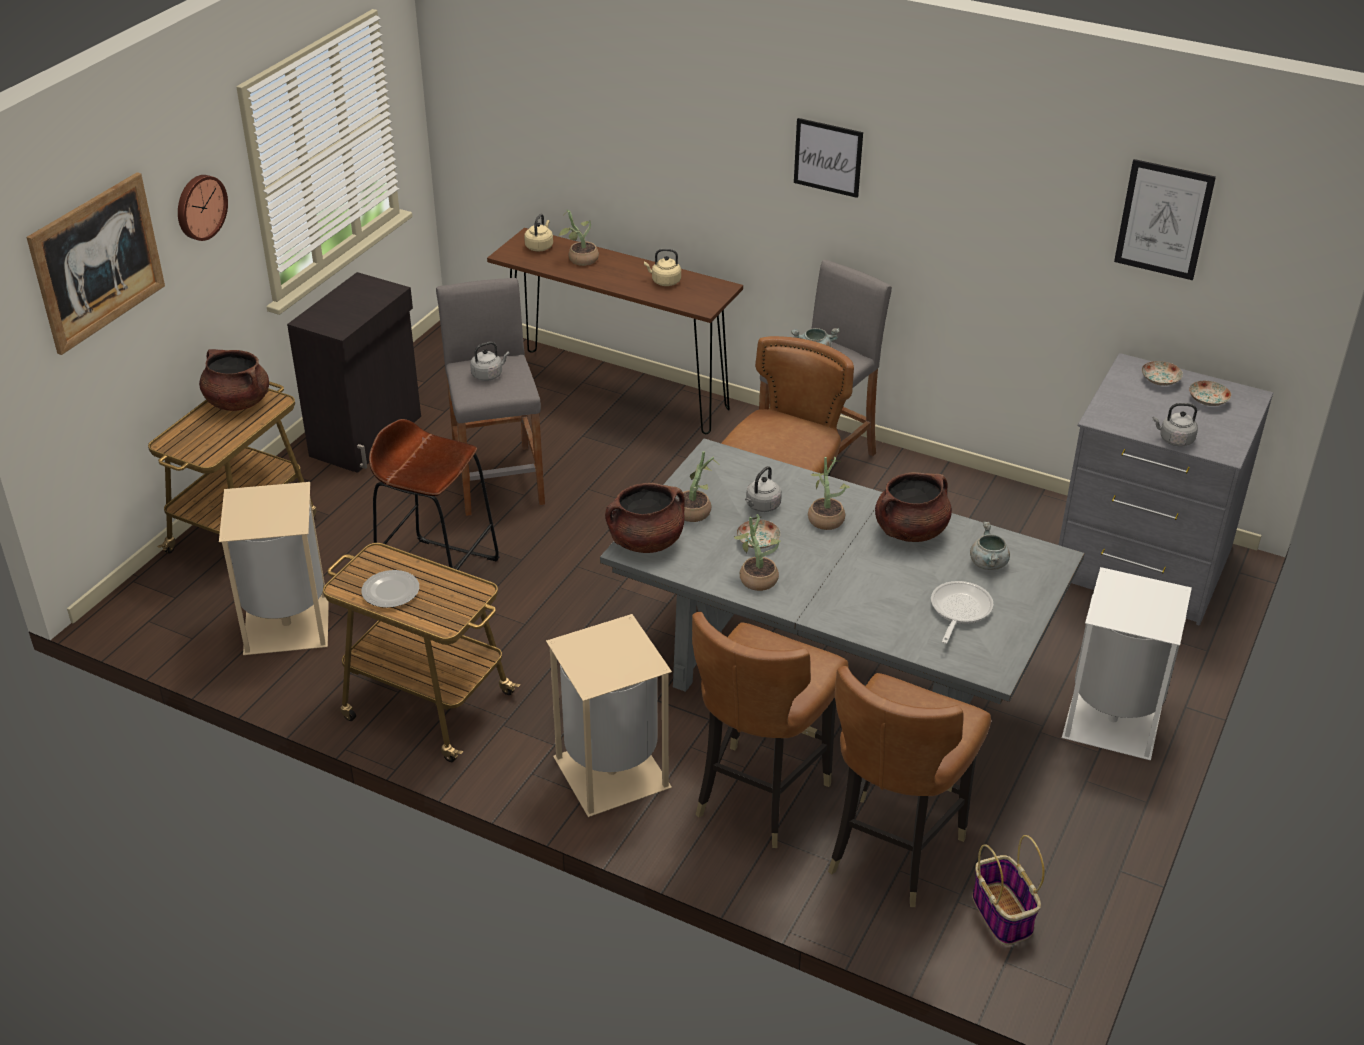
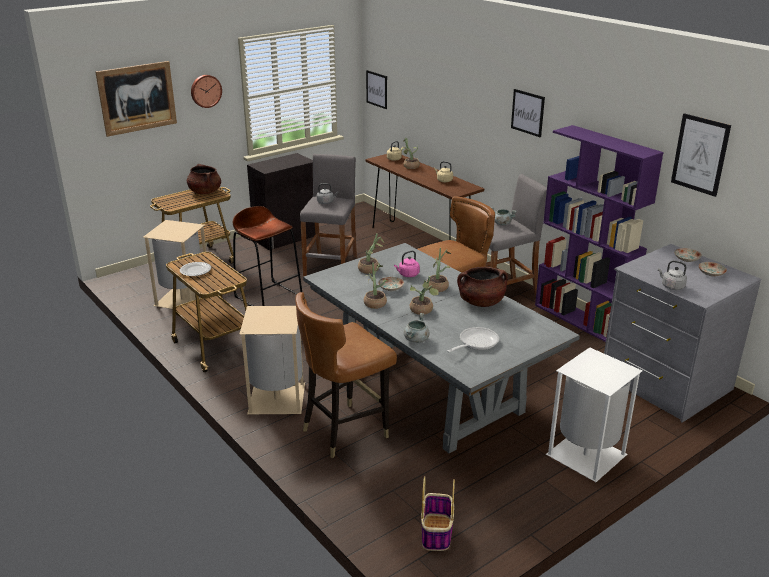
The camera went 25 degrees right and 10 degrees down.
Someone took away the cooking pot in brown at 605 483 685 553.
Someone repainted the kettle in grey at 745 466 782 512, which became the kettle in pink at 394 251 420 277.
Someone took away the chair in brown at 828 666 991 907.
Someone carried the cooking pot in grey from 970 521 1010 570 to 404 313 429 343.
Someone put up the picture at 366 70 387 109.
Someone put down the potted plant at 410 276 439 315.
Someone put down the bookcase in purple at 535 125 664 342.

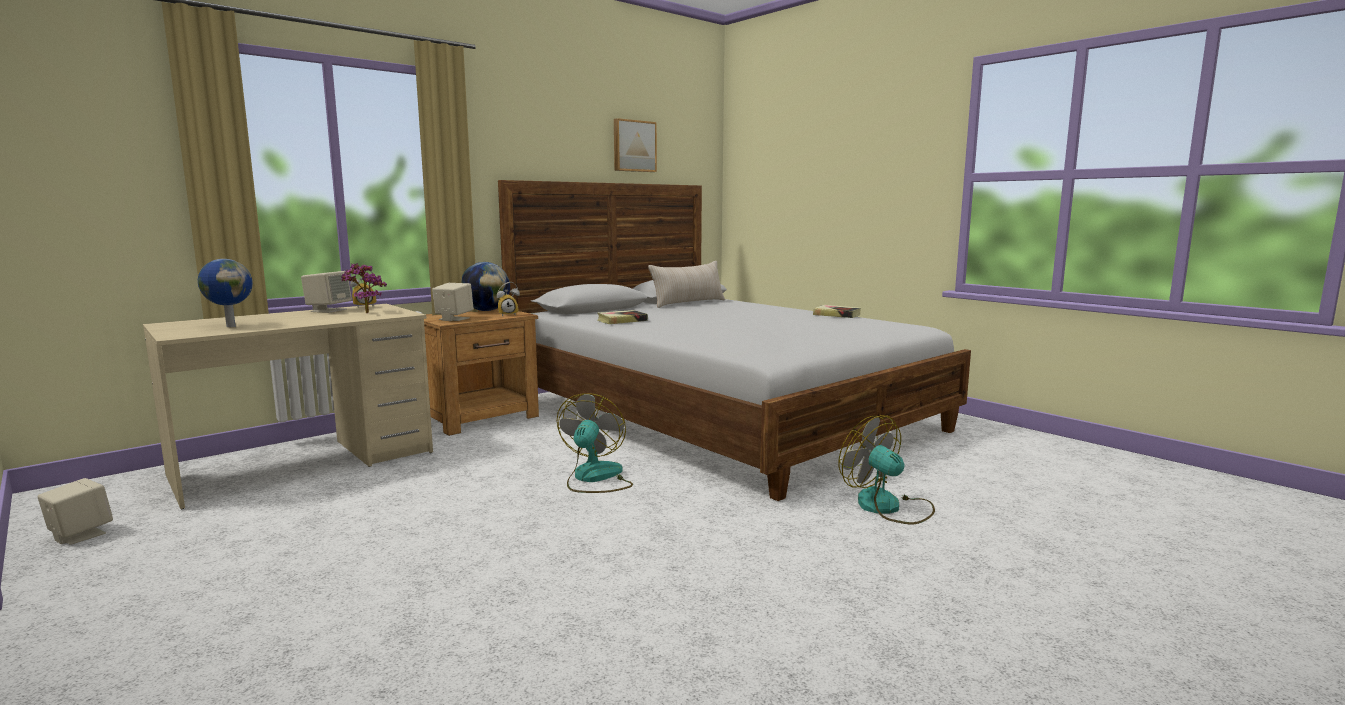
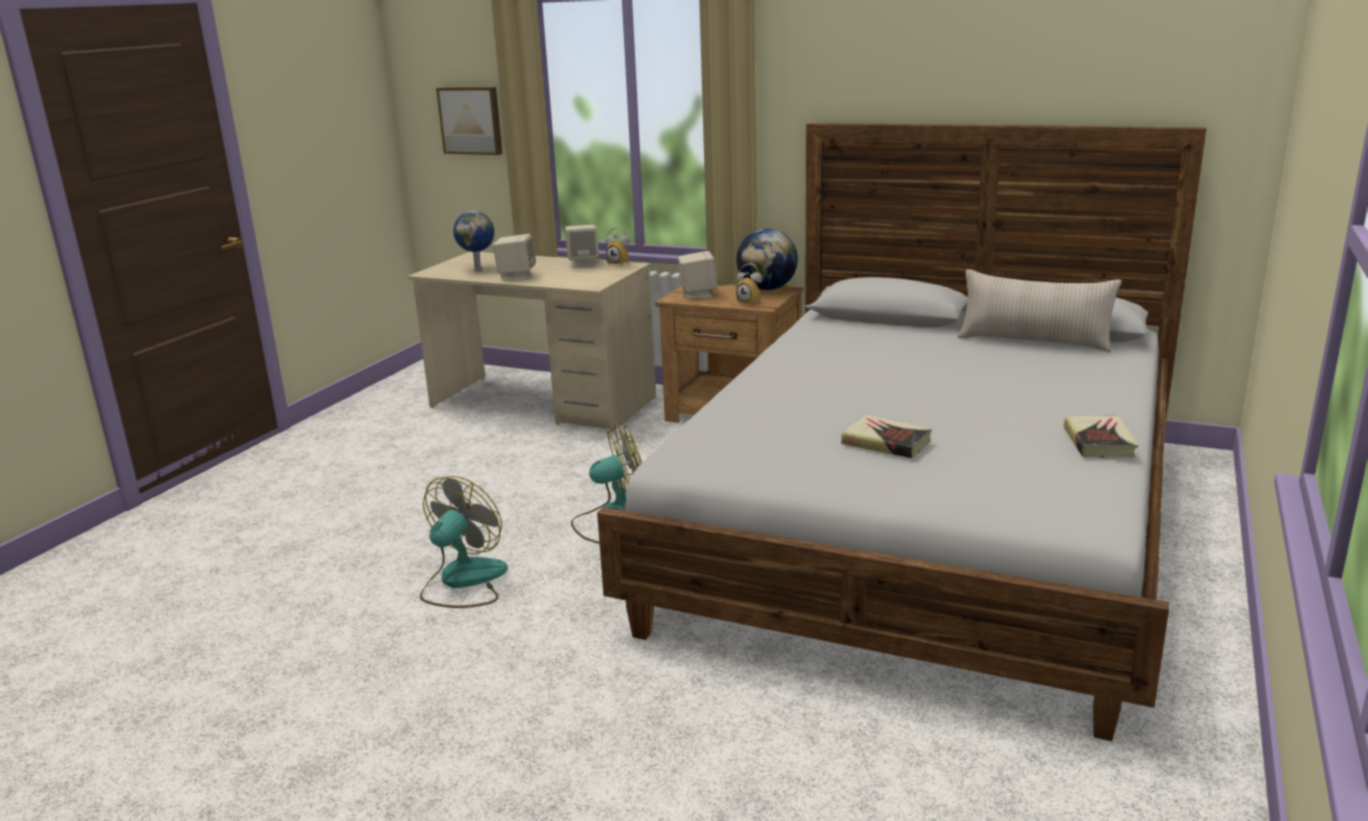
The camera went 65 degrees right and 10 degrees up.
Someone carried the speaker in beige from 37 478 113 545 to 493 234 536 280.
Someone took away the potted plant at 341 263 387 313.
Someone carried the book from 597 310 648 324 to 841 415 932 458.
Someone carried the picture from 614 118 657 172 to 436 87 502 155.
Someone carried the fan from 838 415 935 524 to 420 476 508 608.

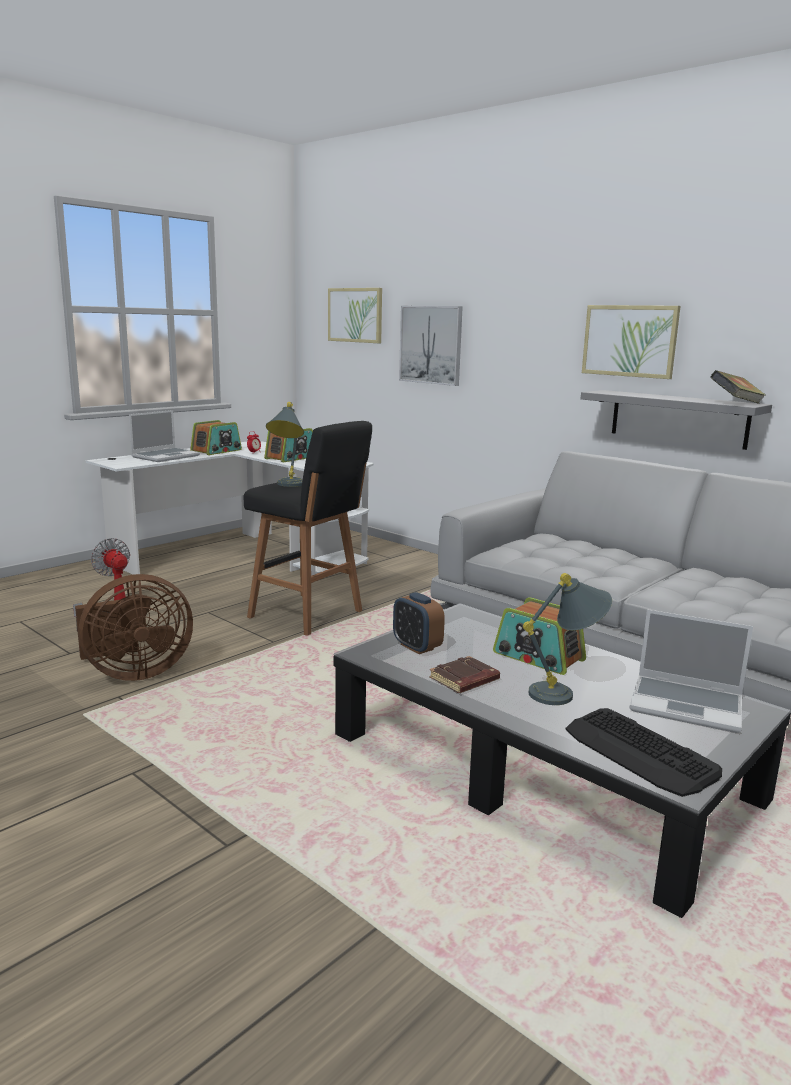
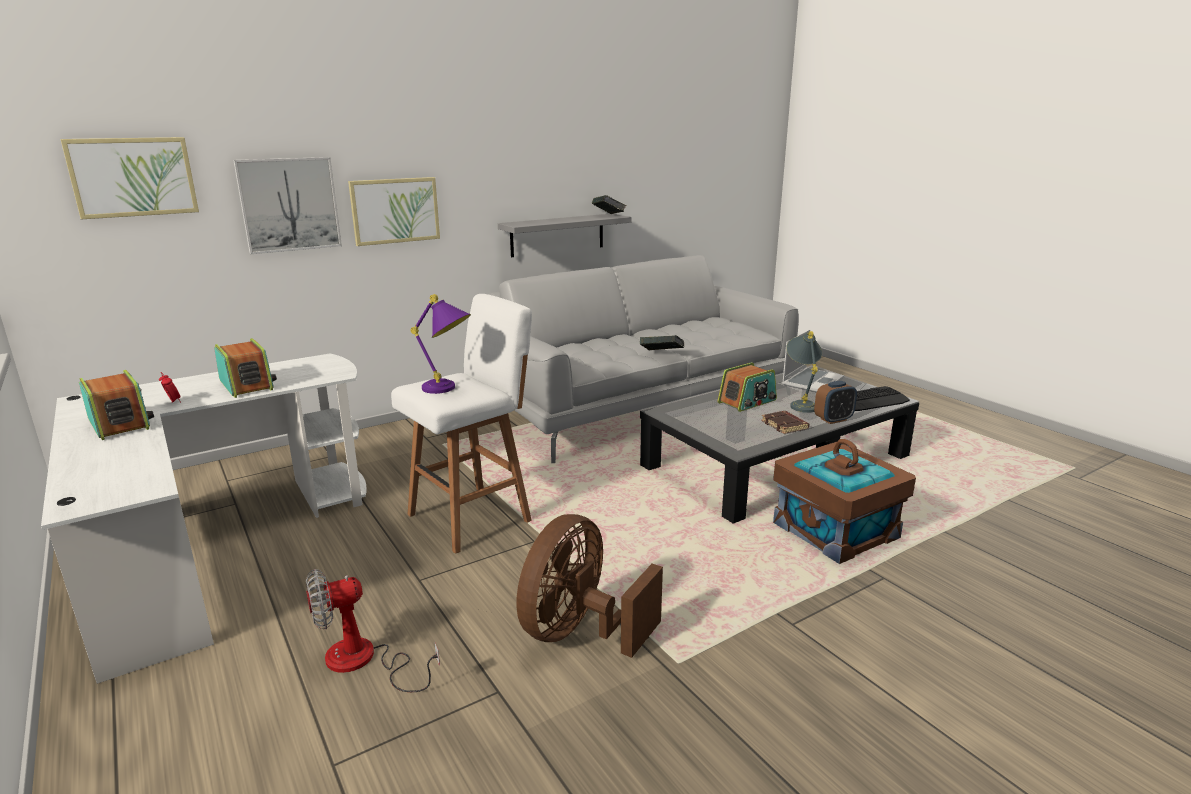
The camera went 75 degrees left and 5 degrees up.
Someone rotated the fan in brown at 75 574 193 681 by 135 degrees counterclockwise.
Someone took away the laptop at 129 410 200 462.
Someone repainted the stool in black at 243 421 372 636, which became the stool in white at 391 294 532 554.
Someone repainted the table lamp in grey at 266 402 304 487, which became the table lamp in purple at 411 294 471 394.
Someone carried the alarm clock from 393 592 445 654 to 814 381 857 424.
Someone carried the picture from 582 305 681 379 to 348 177 440 246.
Someone put down the book at 640 335 684 350.
Someone put down the storage box in brown at 773 439 916 564.

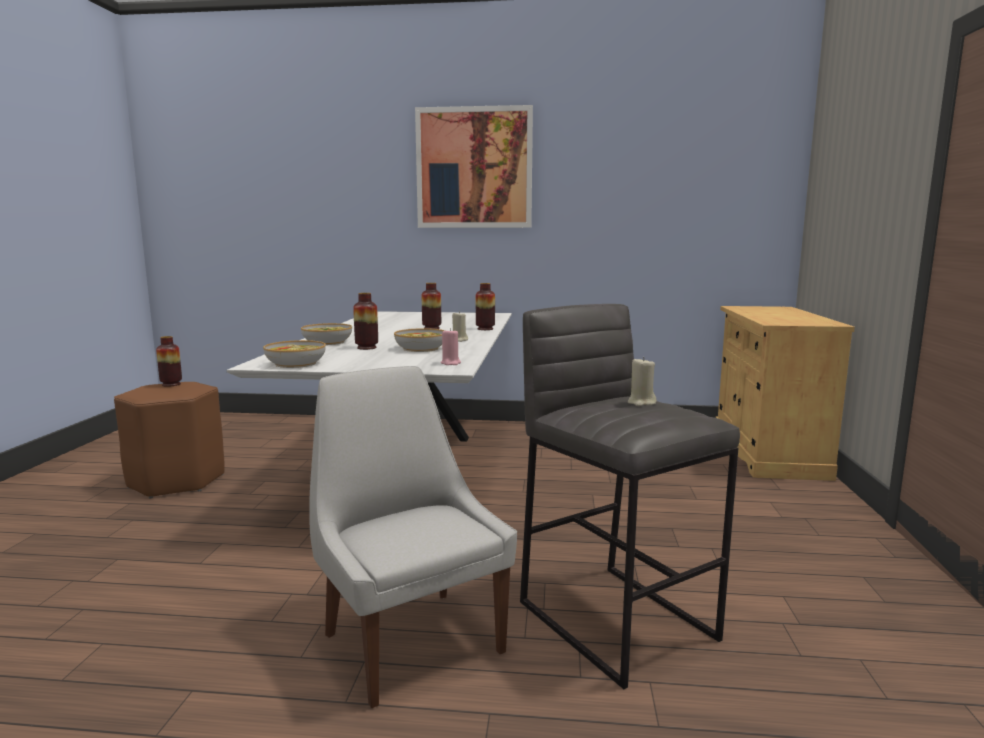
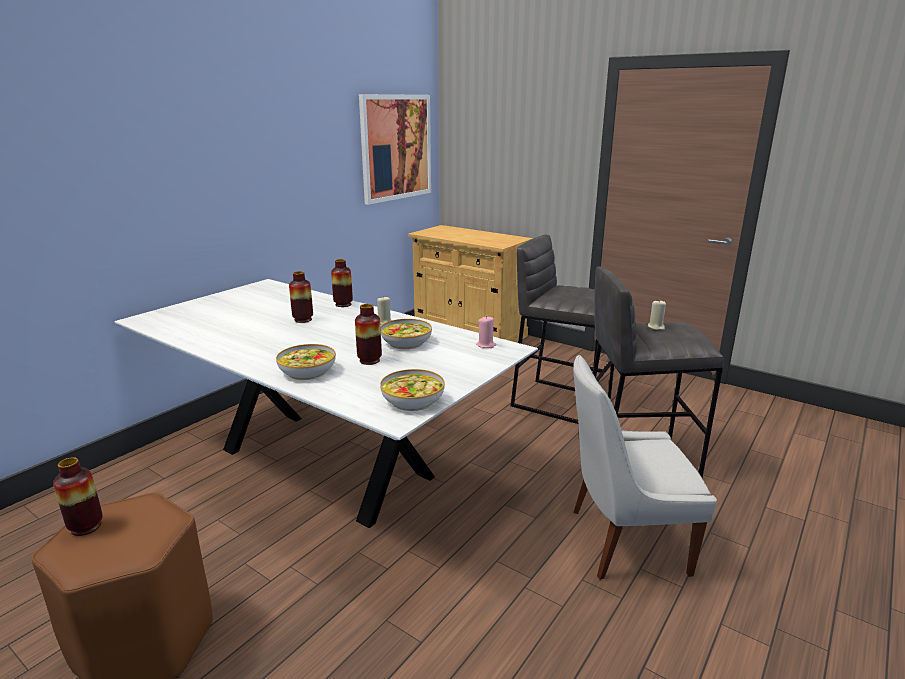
The camera went 60 degrees left and 10 degrees up.
Someone carried the picture from 415 105 533 228 to 359 94 431 205.
Someone put down the stool in grey at 511 234 614 424.

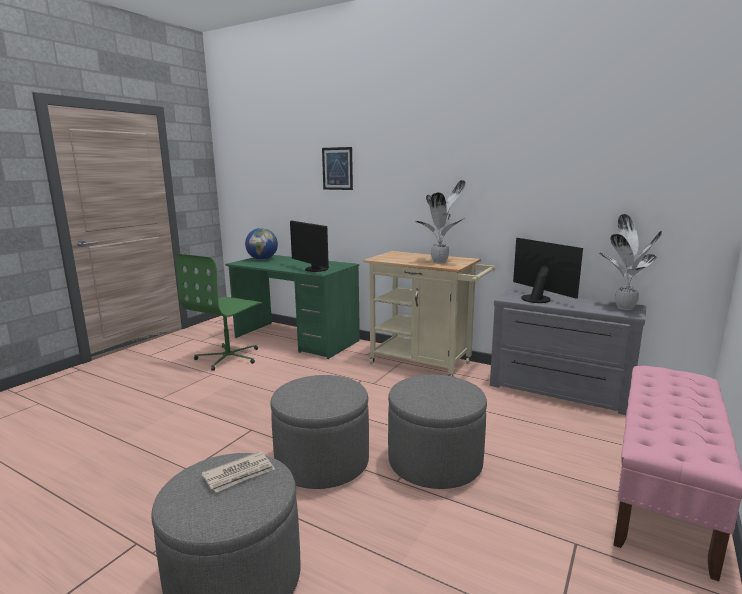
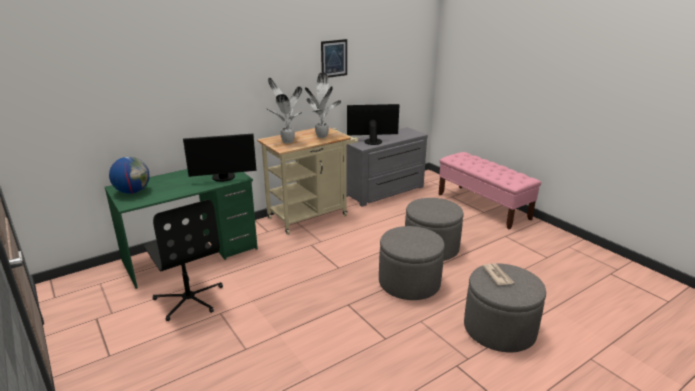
The camera went 65 degrees left and 10 degrees up.
Someone repainted the office chair in green at 176 254 262 371, which became the office chair in black at 143 200 223 321.
Someone carried the picture from 322 147 353 190 to 321 39 347 78.
Someone carried the potted plant from 599 214 662 310 to 265 78 303 144.

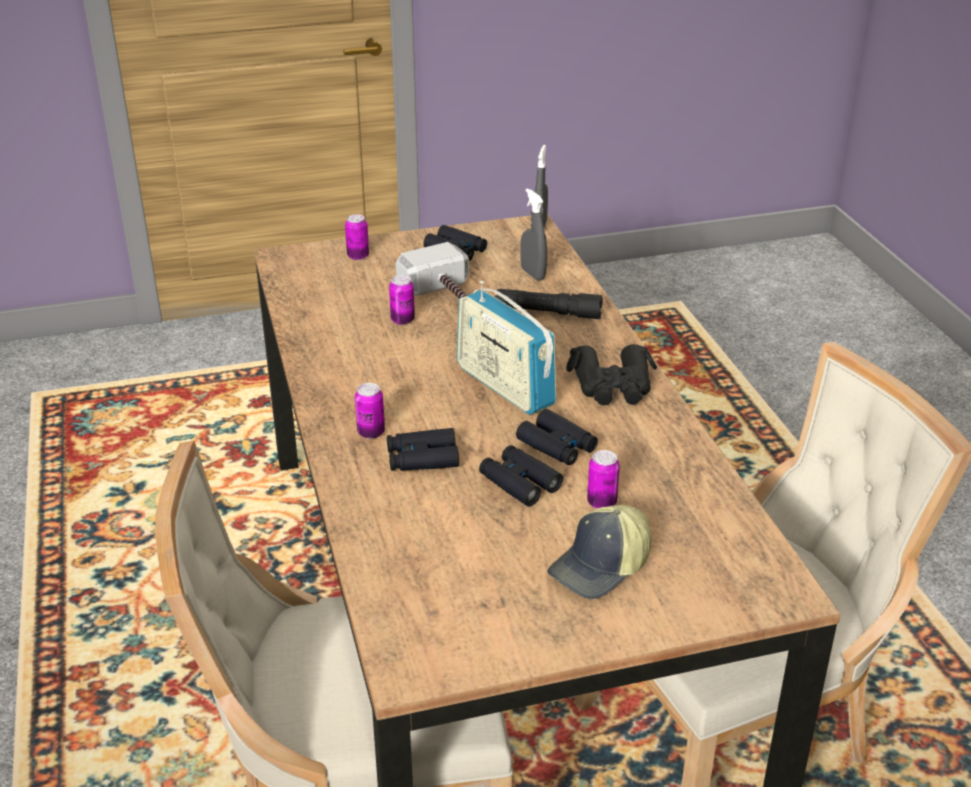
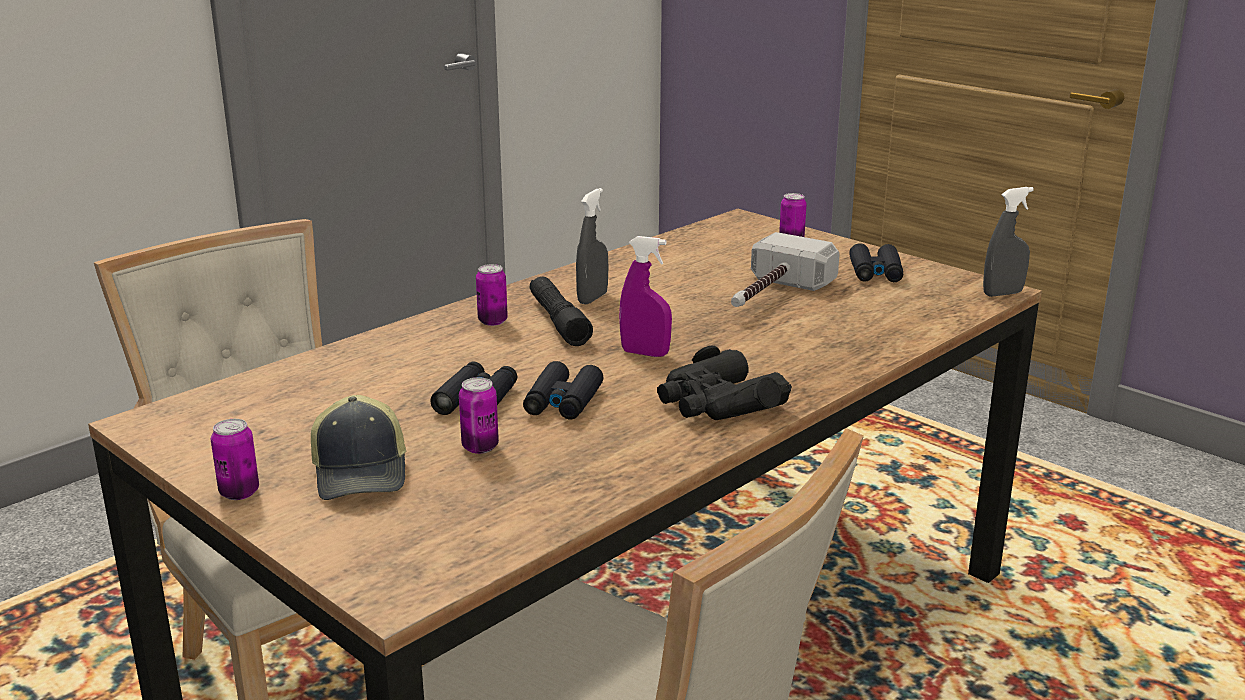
The camera went 60 degrees right and 10 degrees down.
Someone took away the binoculars in black at 387 428 459 471.
Someone carried the can from 389 275 415 325 to 211 419 259 500.
Someone swapped the radio at 457 281 556 415 for the spray bottle in purple at 619 236 672 357.
Someone carried the flashlight in black from 494 289 603 319 to 530 277 593 346.
Someone carried the spray bottle in grey from 521 188 547 281 to 576 188 608 304.
Someone rotated the cap at 547 505 651 599 by 120 degrees counterclockwise.

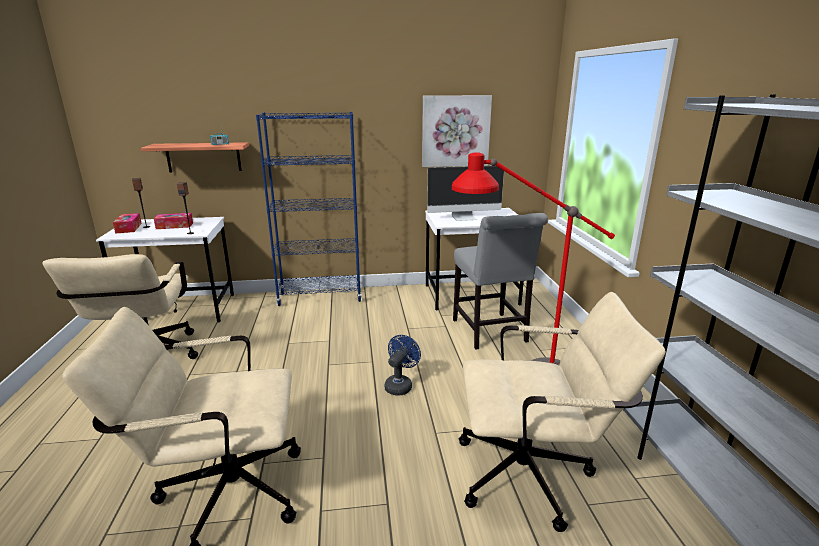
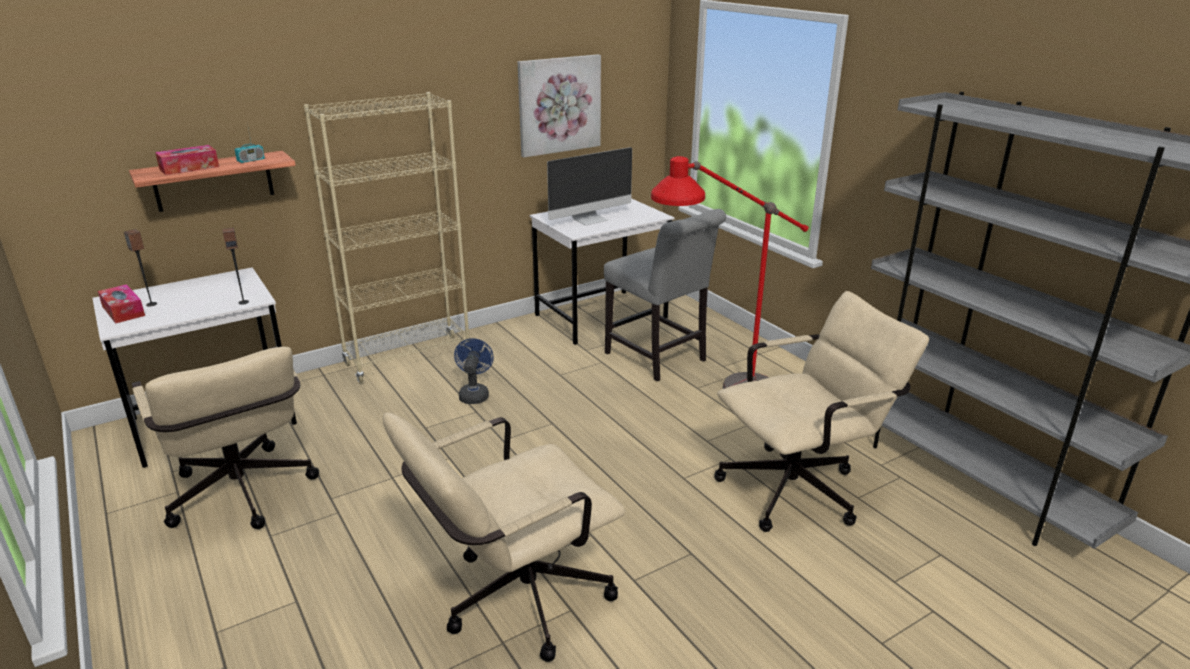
The camera went 25 degrees left and 5 degrees up.
Someone carried the tissue box from 154 213 193 229 to 155 145 219 175.
Someone repainted the bookcase in blue at 256 112 362 306, which became the bookcase in beige at 304 92 470 383.
Someone carried the fan in blue from 384 335 421 395 to 454 338 494 404.

